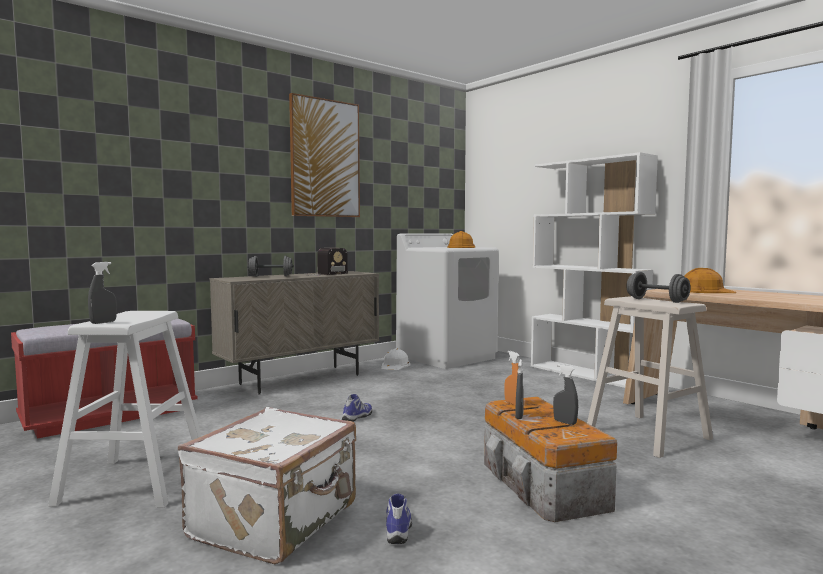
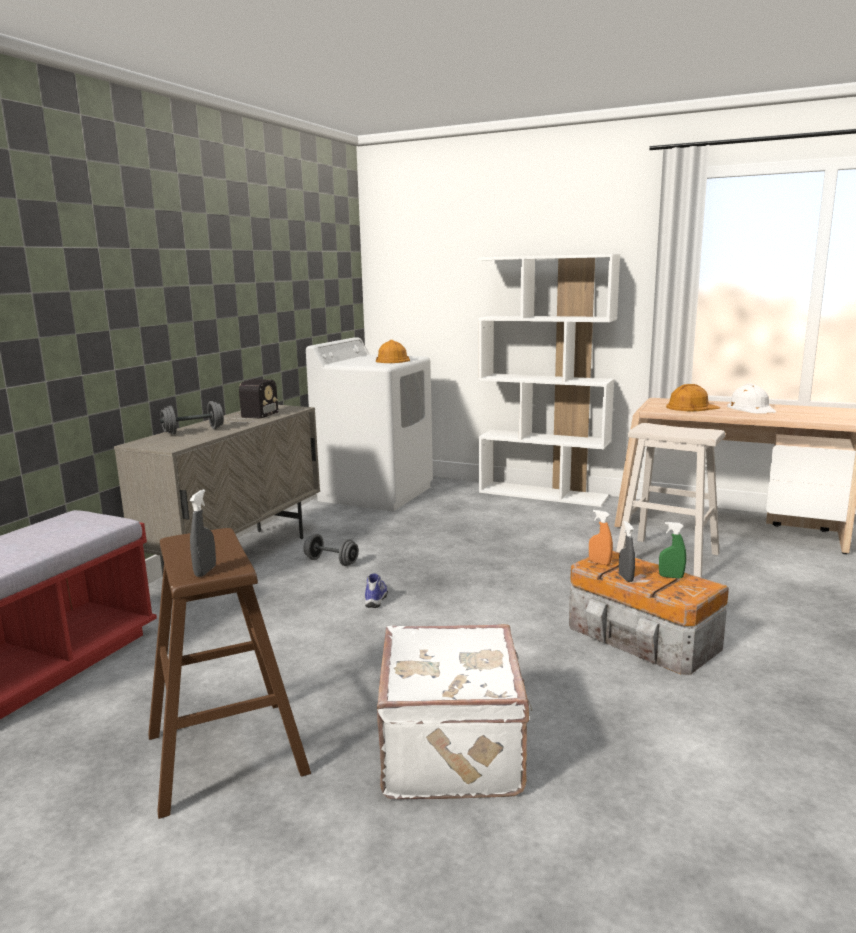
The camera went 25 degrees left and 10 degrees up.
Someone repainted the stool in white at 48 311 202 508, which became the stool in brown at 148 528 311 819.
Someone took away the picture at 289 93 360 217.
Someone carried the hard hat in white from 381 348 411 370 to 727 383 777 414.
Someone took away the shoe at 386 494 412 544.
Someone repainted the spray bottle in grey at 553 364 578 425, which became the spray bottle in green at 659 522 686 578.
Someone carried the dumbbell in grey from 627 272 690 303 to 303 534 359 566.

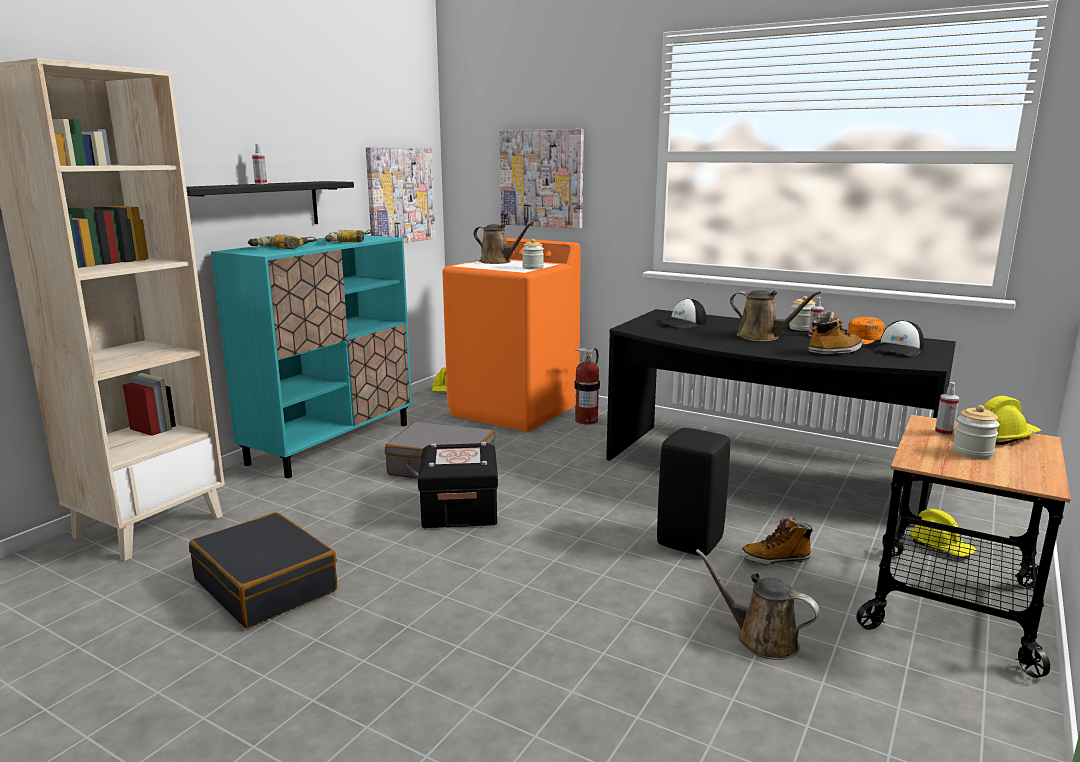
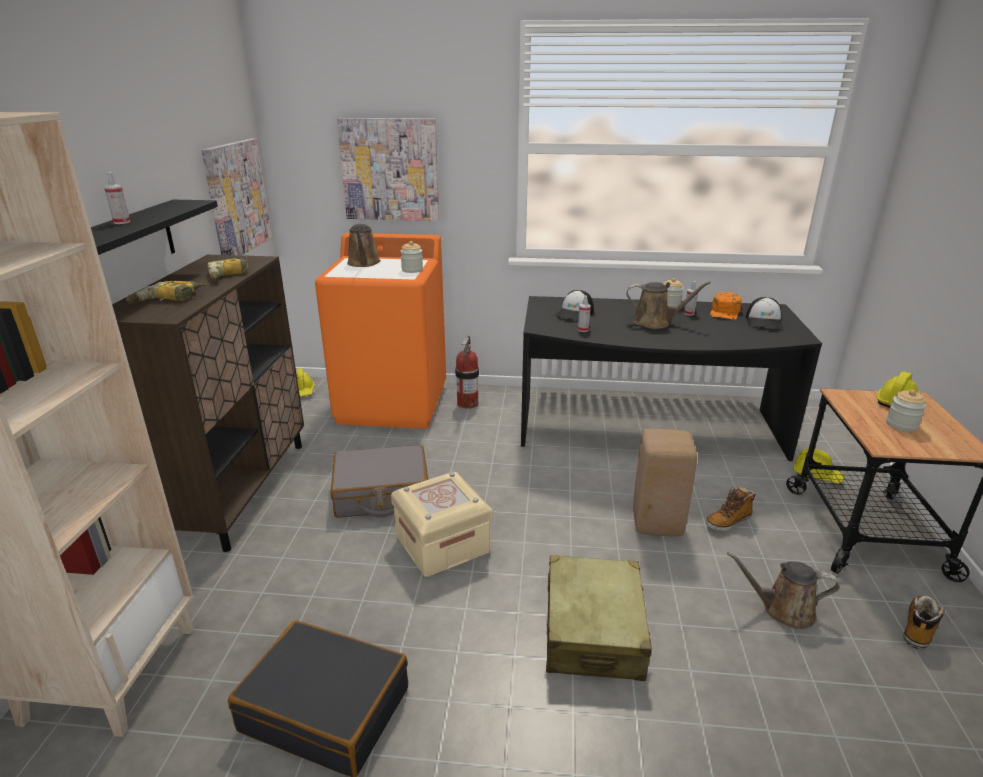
The camera went 25 degrees left and 10 degrees up.
Someone repainted the cabinet in turquoise at 211 235 412 478, which became the cabinet in brown at 112 255 304 552.
Someone repainted the storage box in black at 418 442 498 528, which became the storage box in beige at 391 472 492 577.
Someone rotated the watering can in brown at 473 222 533 264 by 75 degrees clockwise.
Someone repainted the stool in black at 657 428 730 556, which became the stool in beige at 633 429 697 537.
Someone carried the boot from 808 311 862 355 to 903 596 945 649.
Someone carried the spray bottle from 935 382 959 436 to 578 295 591 332.
Someone put down the suitcase in beige at 546 555 652 681.

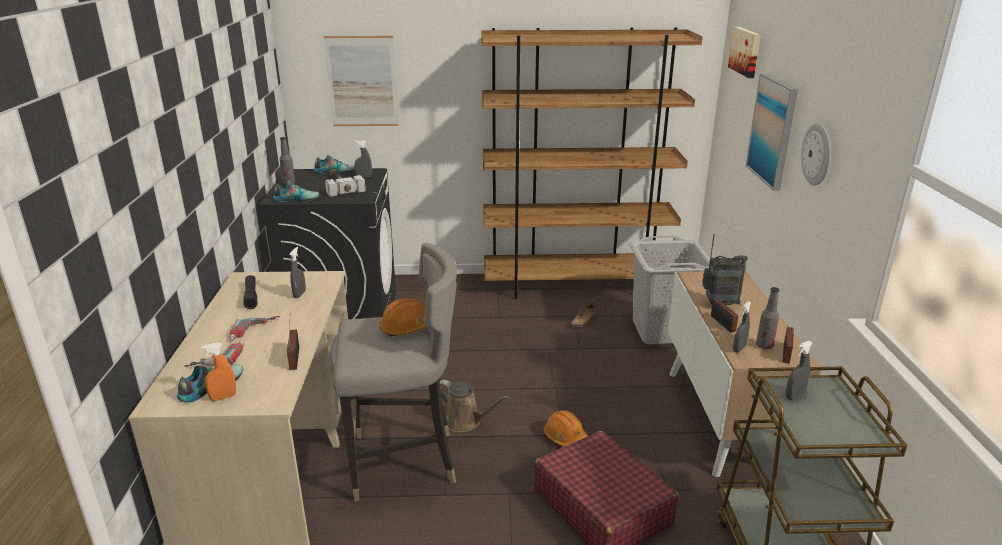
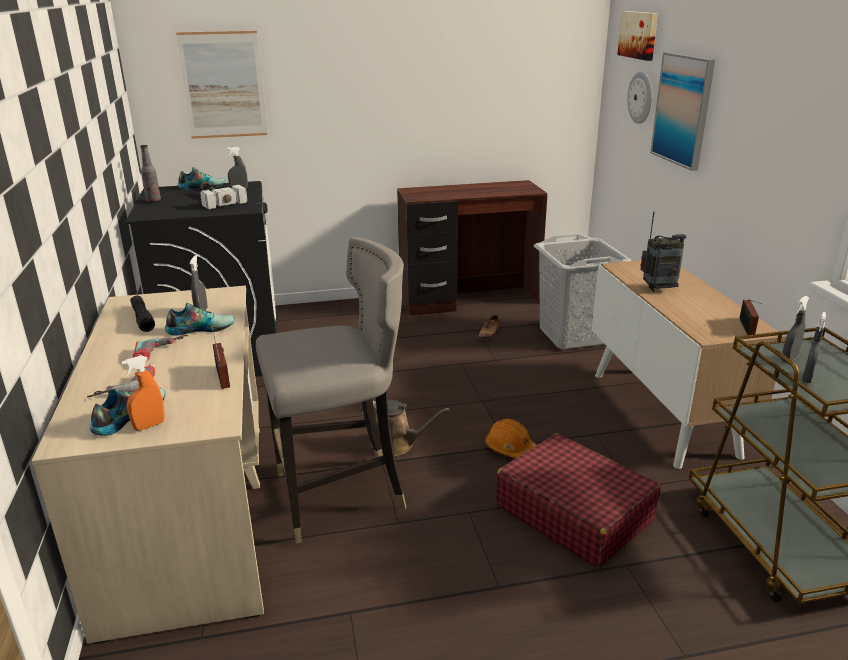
The camera went 10 degrees left and 0 degrees up.
Someone carried the shoe from 273 181 320 202 to 165 303 235 336.
Someone took away the hard hat in orange at 379 298 426 337.
Someone swapped the bookcase in brown at 481 27 702 299 for the desk in brown at 397 180 547 316.
Someone took away the radio at 711 299 742 333.
Someone carried the spray bottle in grey from 733 301 751 353 to 802 312 826 383.
Someone took away the bottle at 756 287 780 349.
Someone carried the wall clock from 801 124 831 186 to 627 72 652 124.

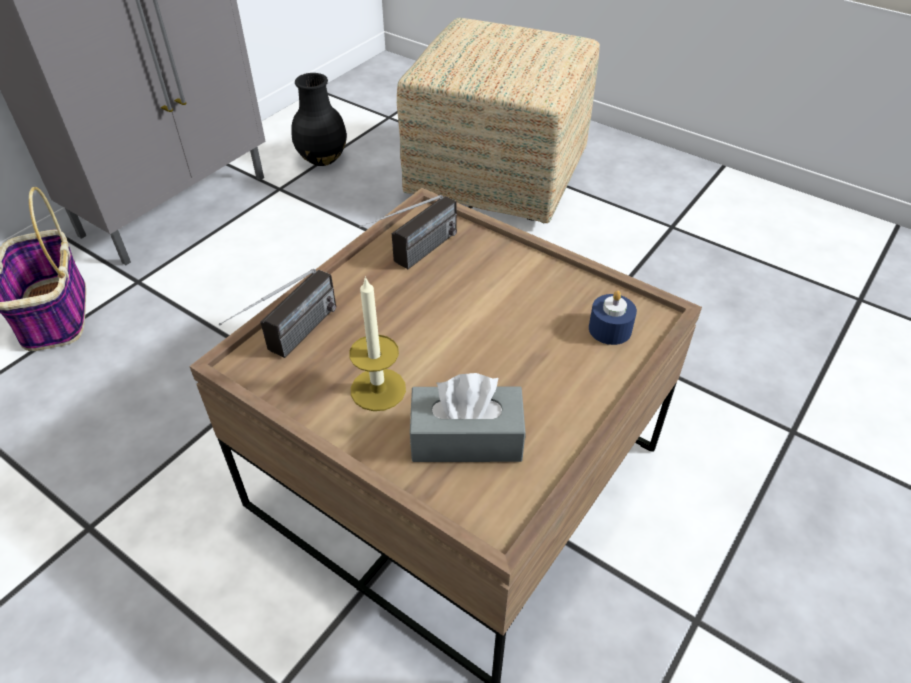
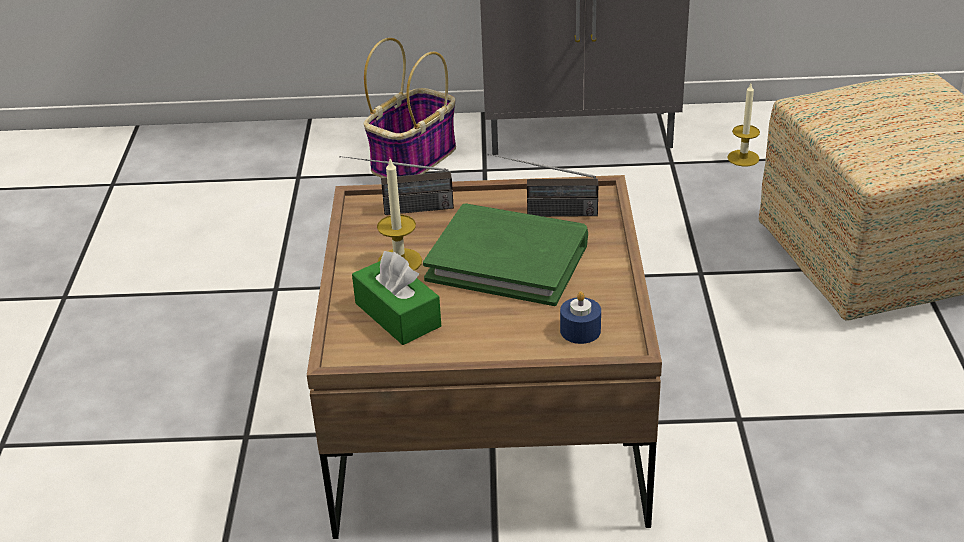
The camera went 55 degrees right and 10 degrees down.
Someone swapped the vase in black at 291 73 347 166 for the candle at 727 84 760 167.
Someone repainted the tissue box in grey at 410 373 525 462, which became the tissue box in green at 352 251 441 345.
Someone put down the book in green at 423 203 588 306.

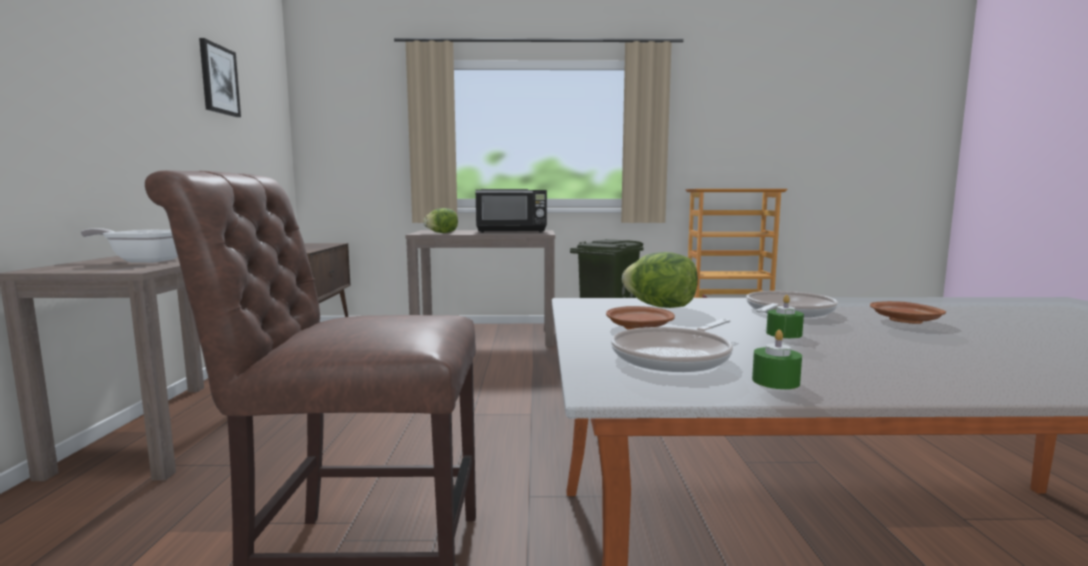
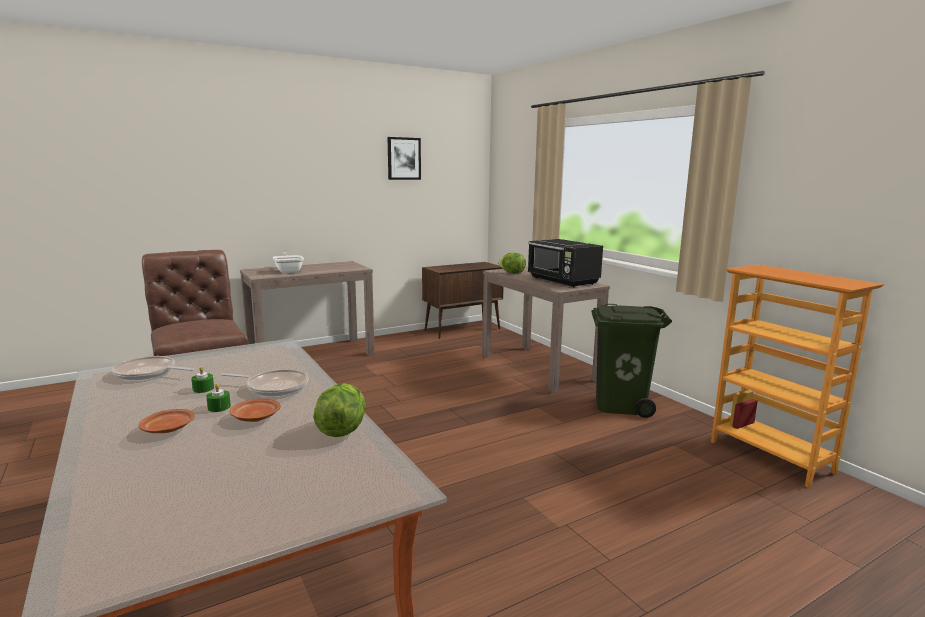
The camera went 60 degrees right and 5 degrees up.
Someone carried the plate in brown from 606 306 675 330 to 139 409 195 433.
Someone carried the lettuce from 622 252 698 308 to 313 383 366 437.
Someone carried the candle in green from 752 330 802 389 to 206 384 231 412.

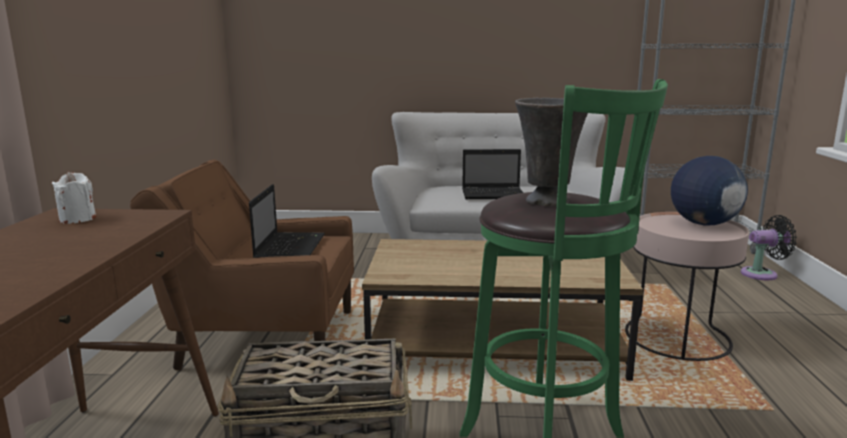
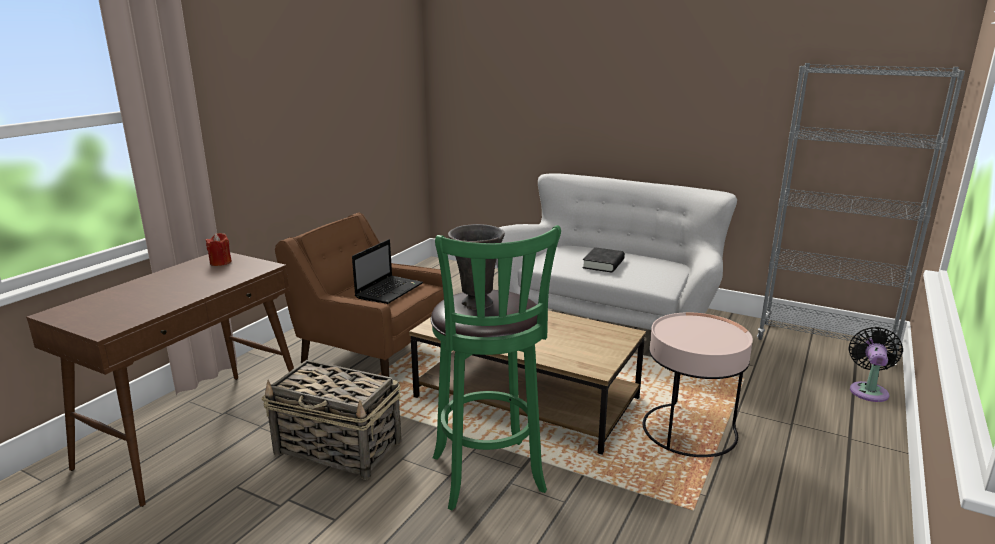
The camera went 25 degrees right and 5 degrees up.
Someone repainted the candle in white at 52 172 96 224, which became the candle in red at 206 233 232 266.
Someone swapped the laptop at 462 149 523 199 for the book in black at 582 247 625 273.
Someone took away the globe at 671 156 748 225.
Someone rotated the fan in black at 741 215 797 280 by 90 degrees counterclockwise.

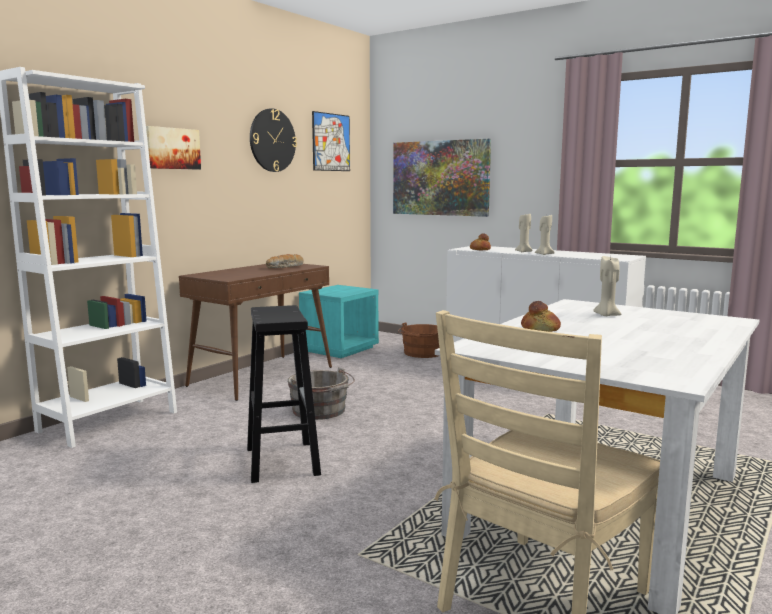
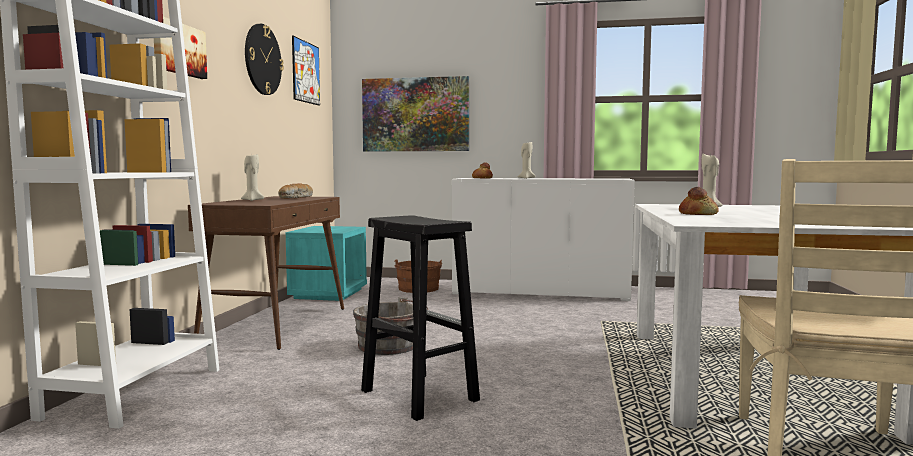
The camera went 25 degrees left and 5 degrees down.
Someone carried the candle in beige from 535 215 555 255 to 241 154 264 201.

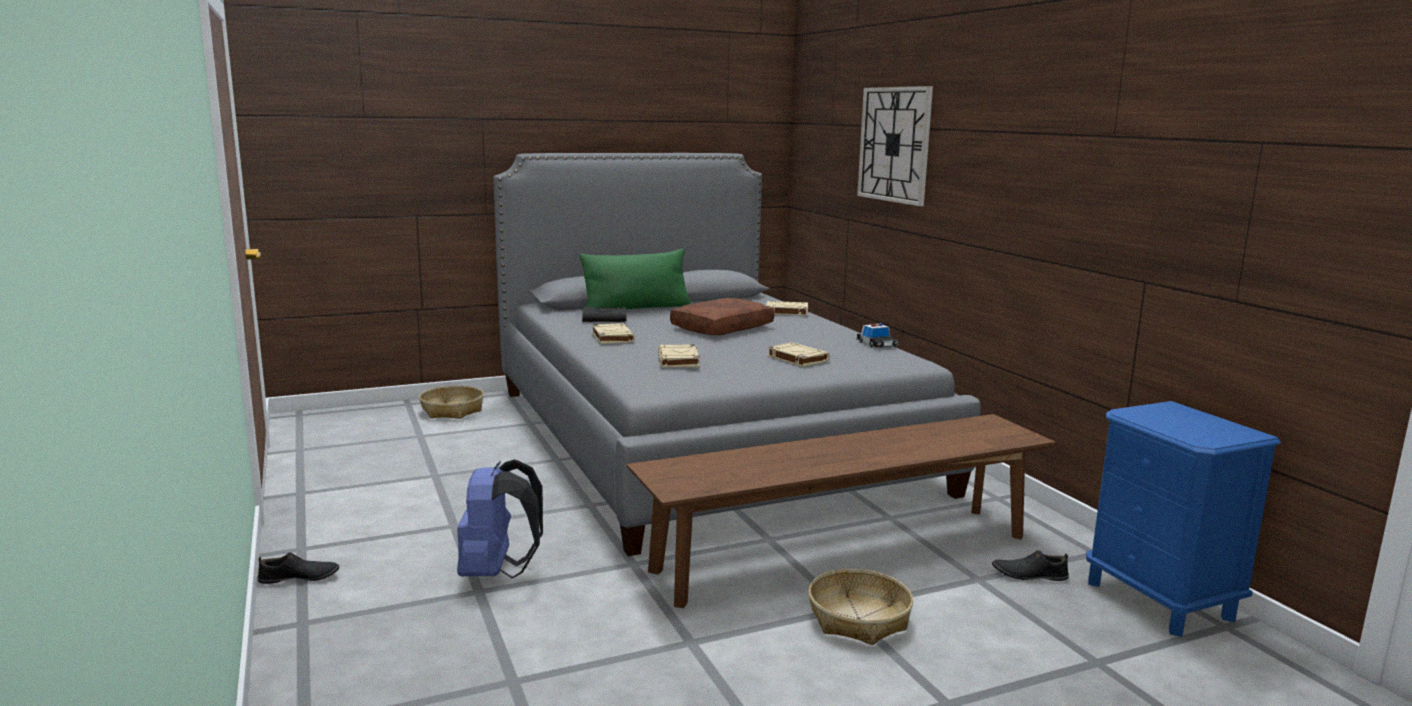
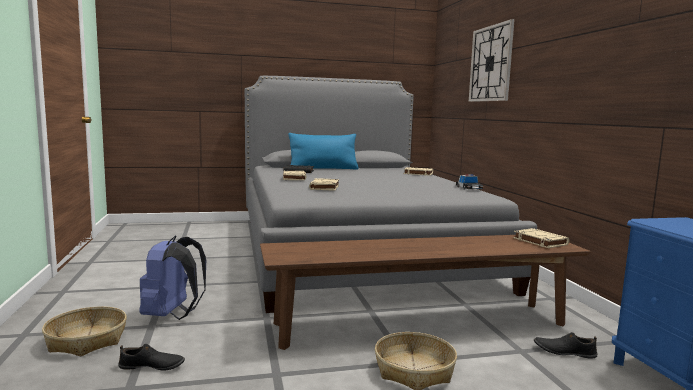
The camera went 10 degrees right and 5 degrees down.
Someone carried the shoe in black from 257 552 339 584 to 119 344 185 371.
Someone carried the basket from 419 386 484 419 to 42 307 127 356.
Someone repainted the pillow in green at 579 249 691 309, which became the pillow in blue at 288 133 359 170.
Someone took away the pillow in brown at 670 298 775 335.
Someone carried the book in beige from 767 342 830 367 to 514 228 569 248.

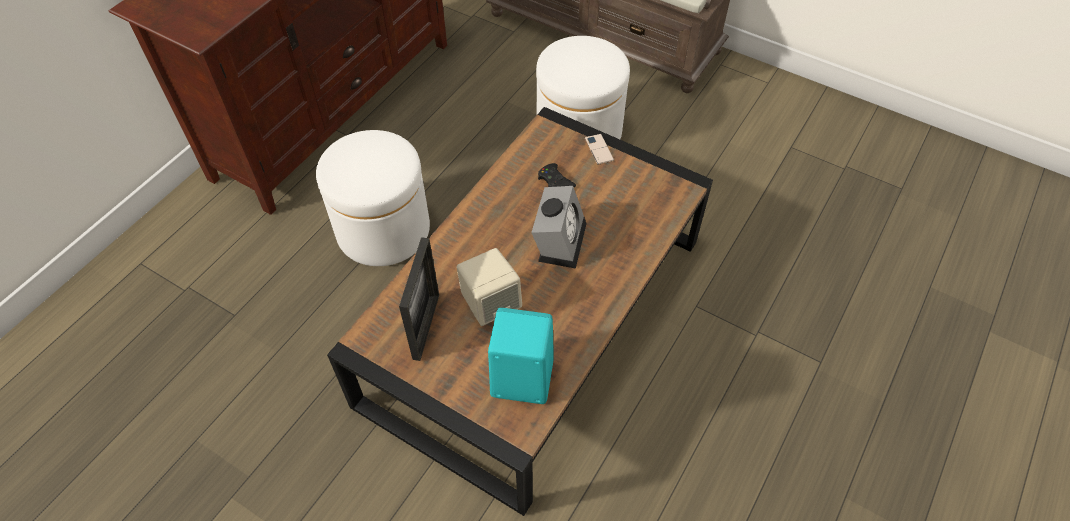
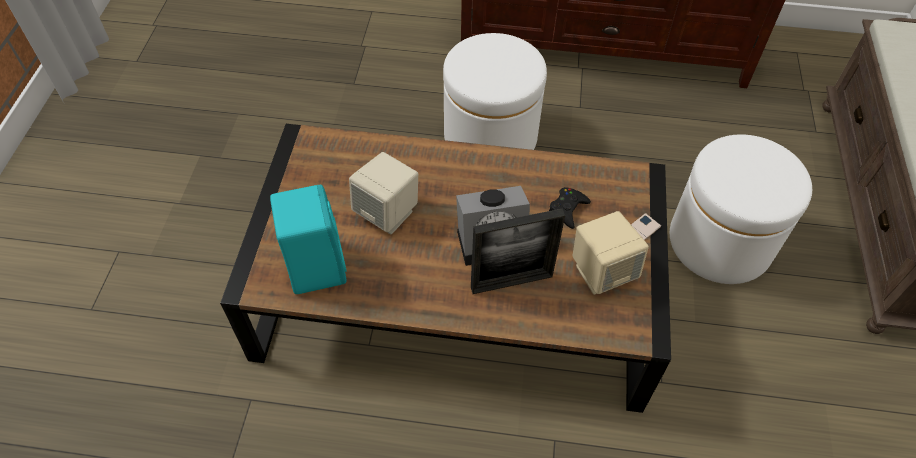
The camera went 65 degrees right and 0 degrees up.
Someone carried the picture frame from 399 237 439 361 to 471 209 565 294.
Someone put down the speaker in beige at 573 211 649 295.

